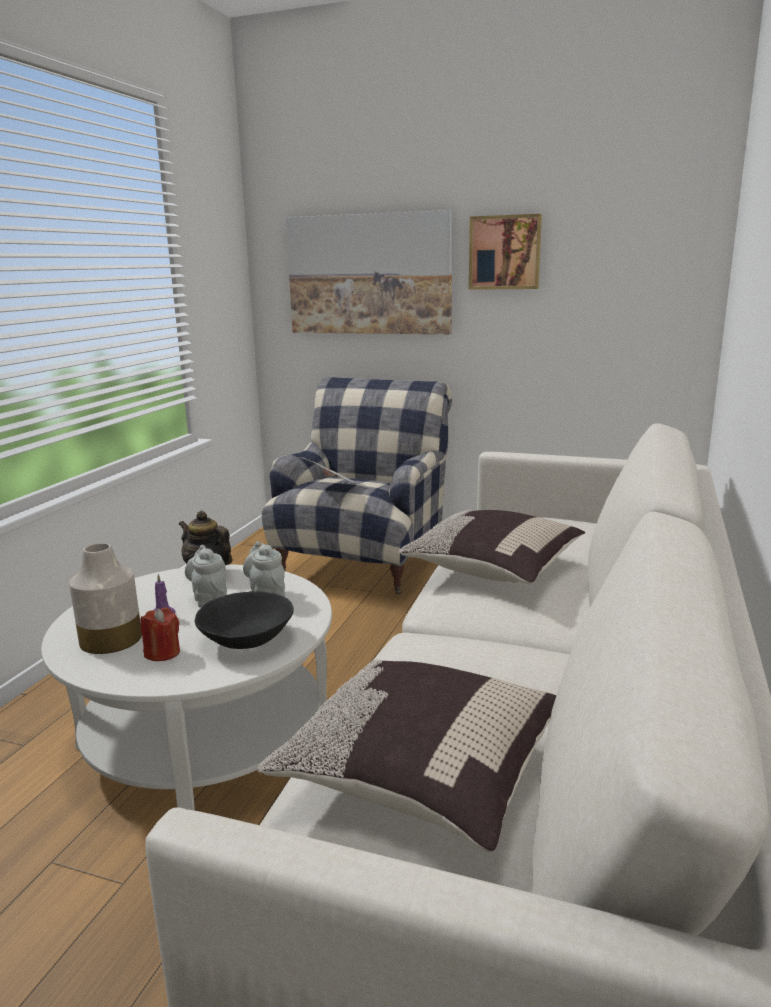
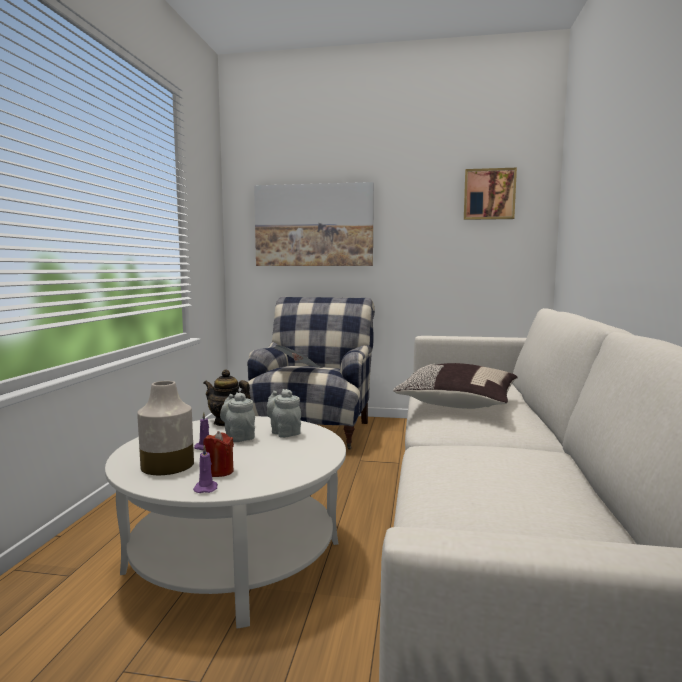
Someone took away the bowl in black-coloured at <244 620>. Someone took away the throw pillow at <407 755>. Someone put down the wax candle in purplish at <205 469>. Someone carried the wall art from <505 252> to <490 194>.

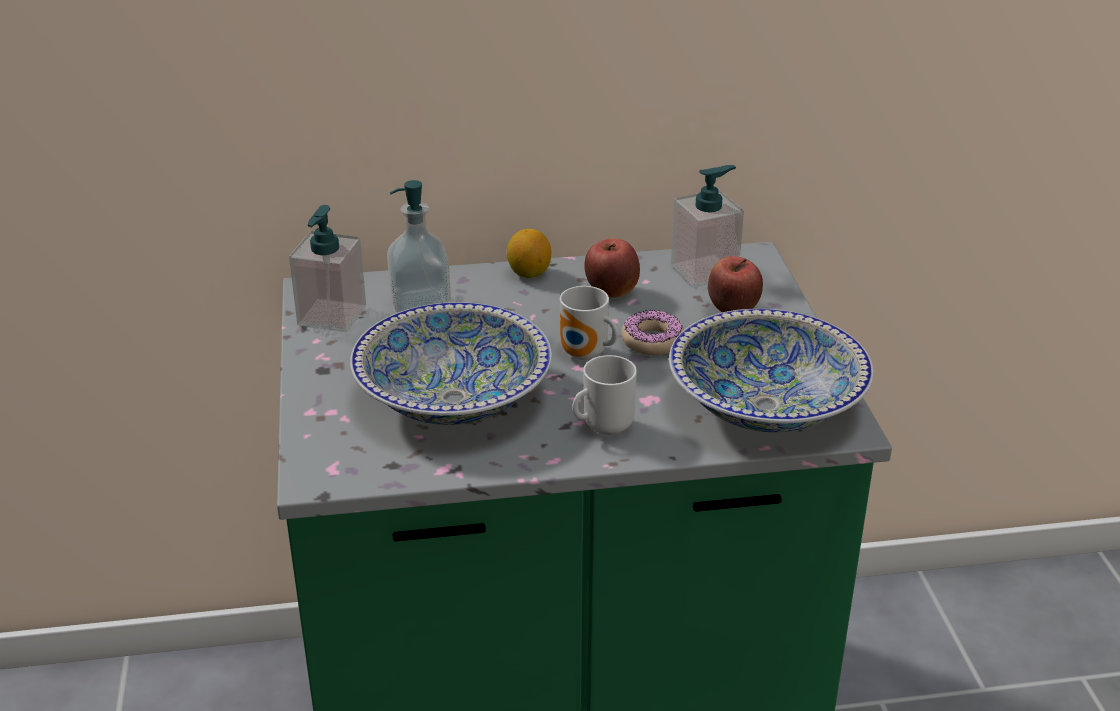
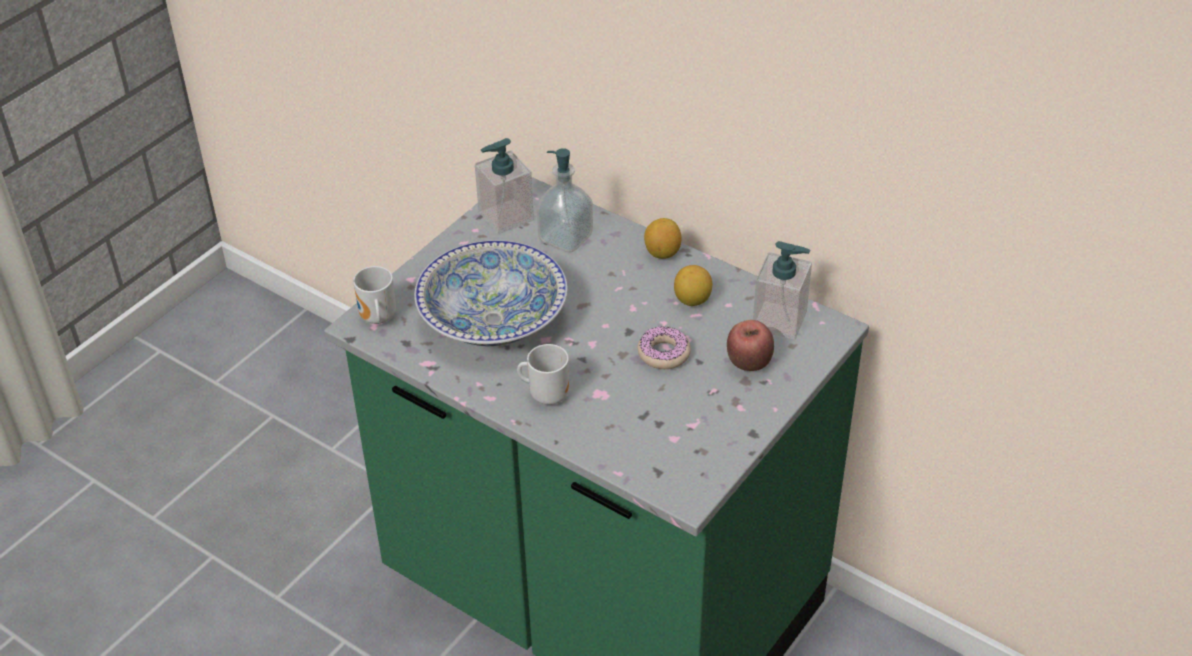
Someone took away the bowl at <771 371>. Someone carried the mug from <589 323> to <374 295>. Someone swapped the apple at <612 268> for the lemon at <693 285>.

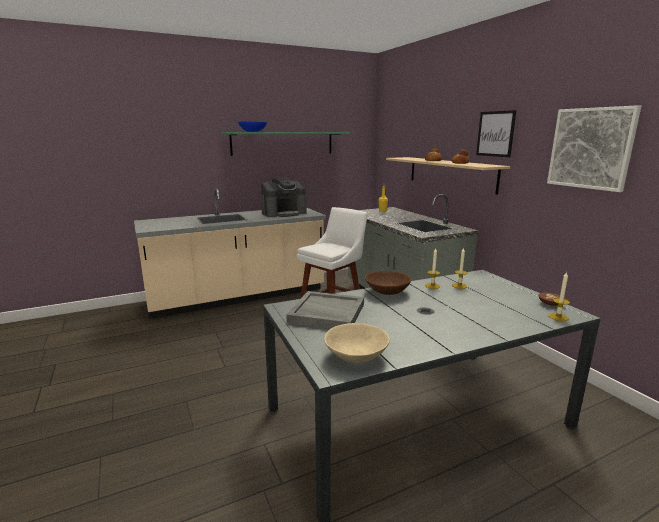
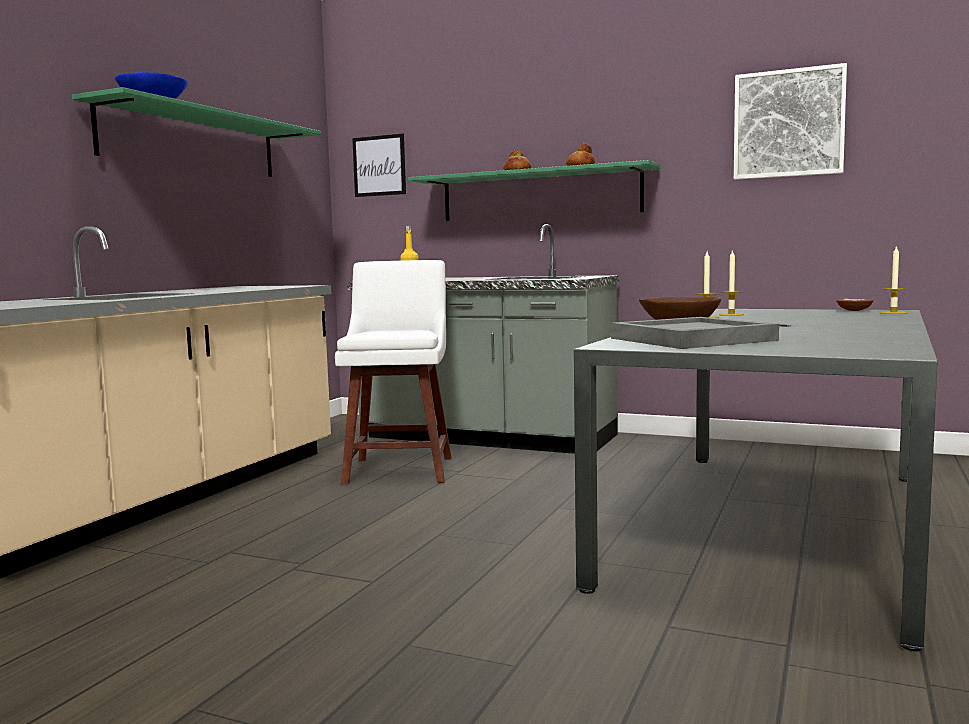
Someone took away the coffee machine at <284 197>. Someone took away the bowl in beige-coloured at <357 343>. Someone carried the wall art from <496 133> to <379 165>. Someone repainted the shelf in beige-coloured at <448 176>, which became the shelf in green at <534 190>.

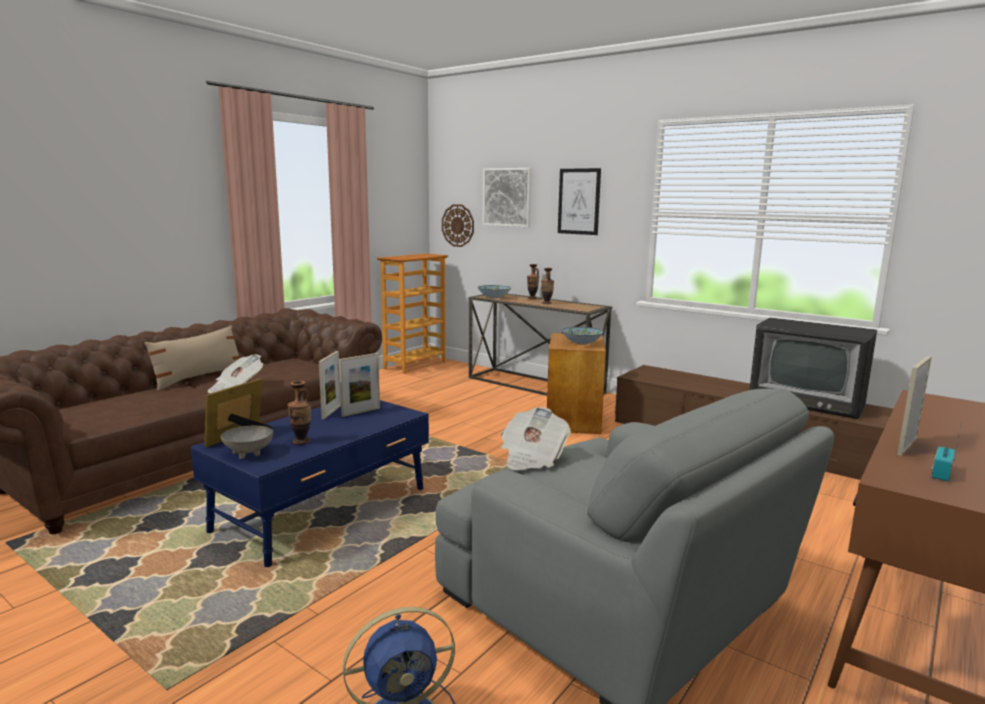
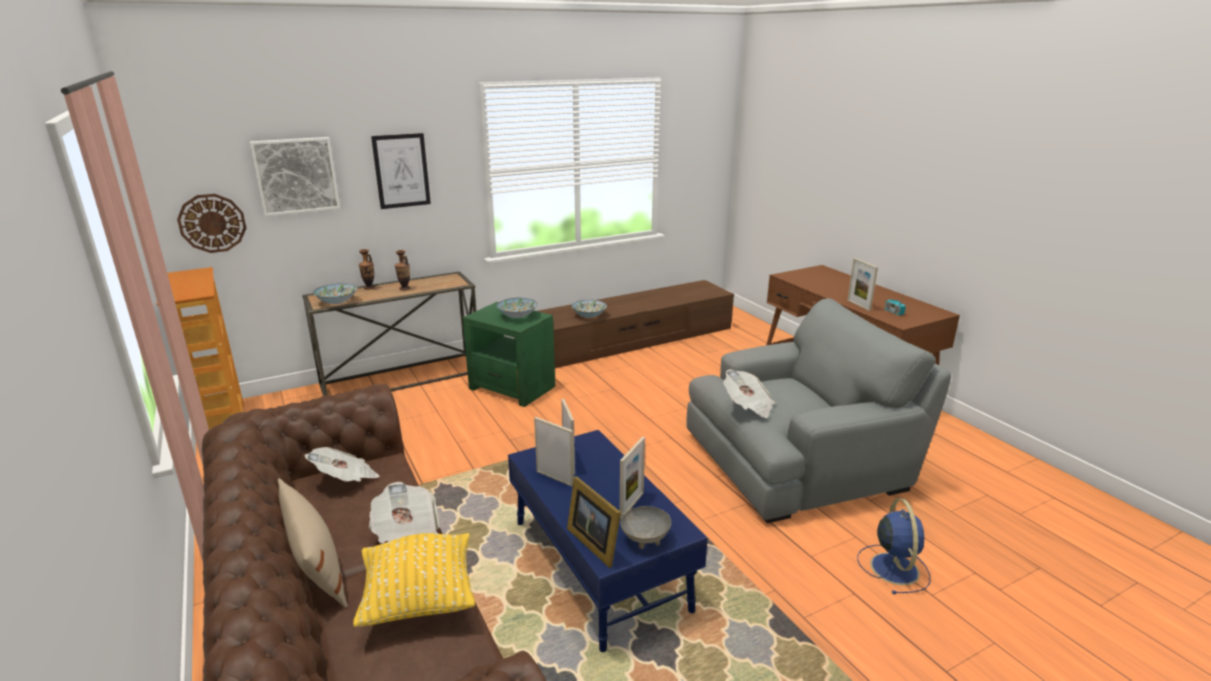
Someone took away the television at <813 368>. Someone put down the daily paper at <341 464>. Someone put down the throw pillow in yellowish at <414 580>. Someone put down the bowl at <589 309>. Someone swapped the flower vase at <299 413> for the picture frame at <632 478>. Someone repainted the side table in brown at <576 383>, which became the side table in green at <509 354>.

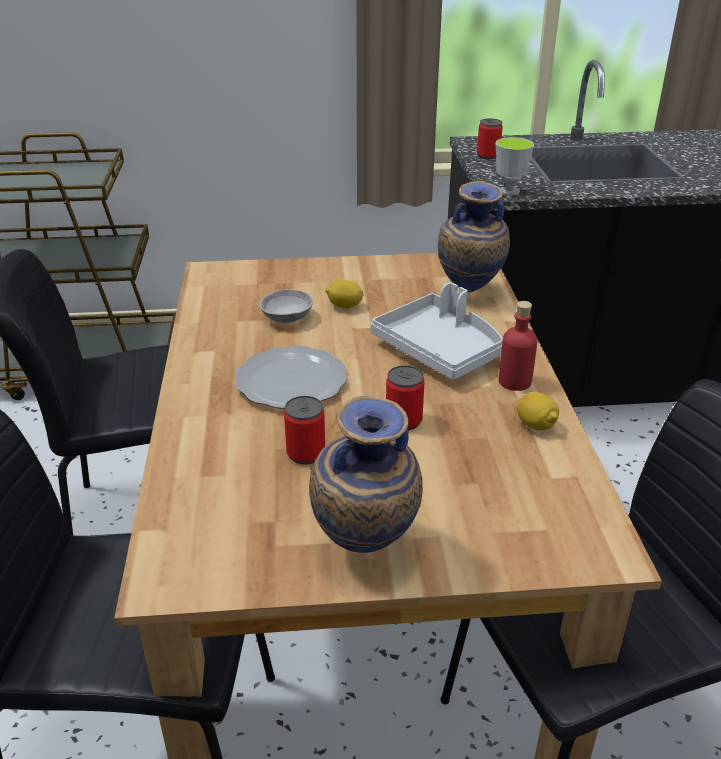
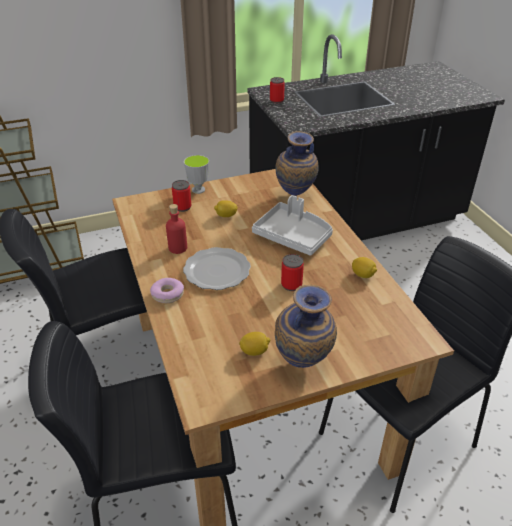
Someone took away the bowl in grey at <286 306>. Someone put down the ring doughnut at <167 290>. Someone put down the lemon at <254 344>. Someone carried the sealed can from <304 430> to <181 196>. Someone carried the drinking cup from <514 166> to <196 174>. Someone carried the drink bottle in red-coloured from <518 346> to <176 229>.

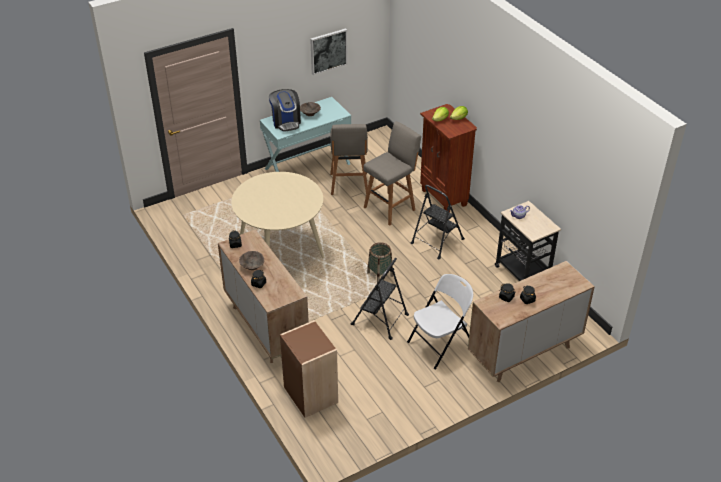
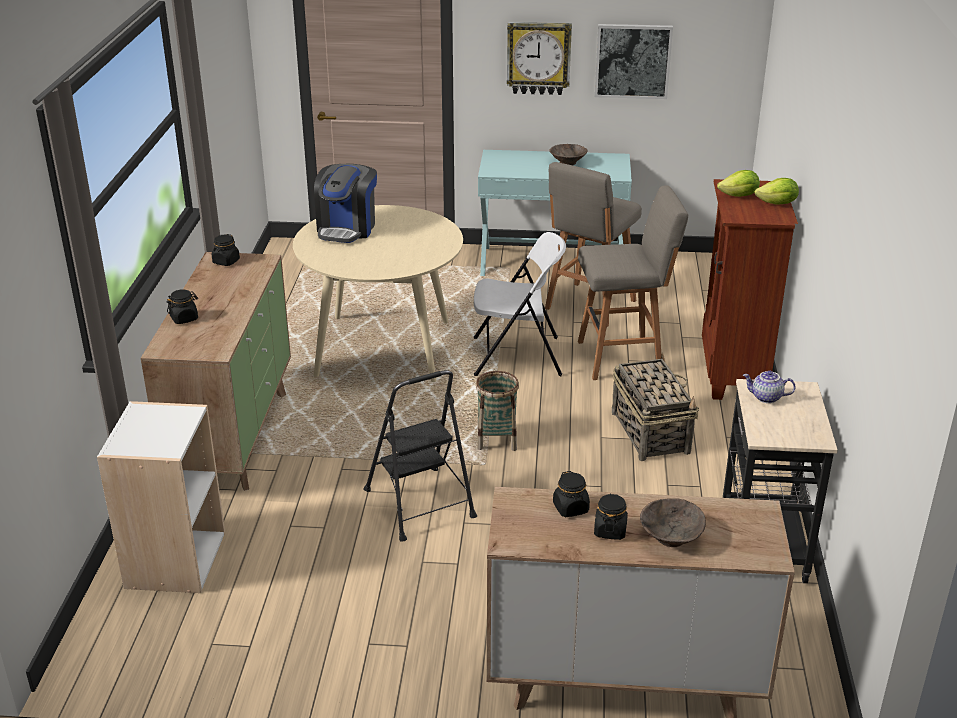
Someone put up the hanging clock at <539 58>. Someone carried the bowl in brown from <251 260> to <673 522>. Someone carried the coffee machine from <285 110> to <345 203>. Someone carried the chair in whitish from <440 322> to <520 304>. Someone swapped the stepladder in black-coloured at <438 222> for the household basket at <655 407>. Someone repainted the bookcase in brown at <309 369>, which became the bookcase in whitish at <161 497>.

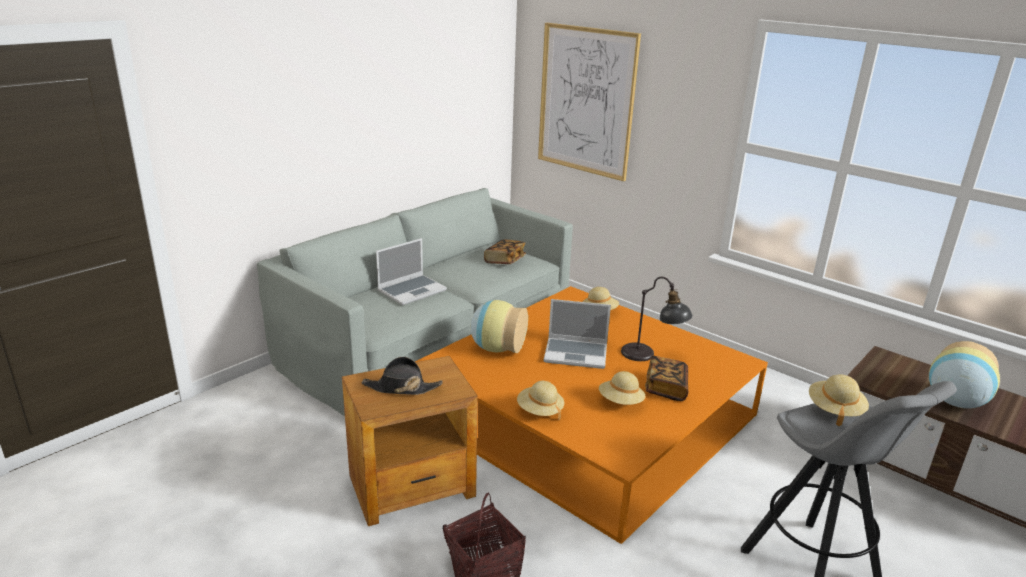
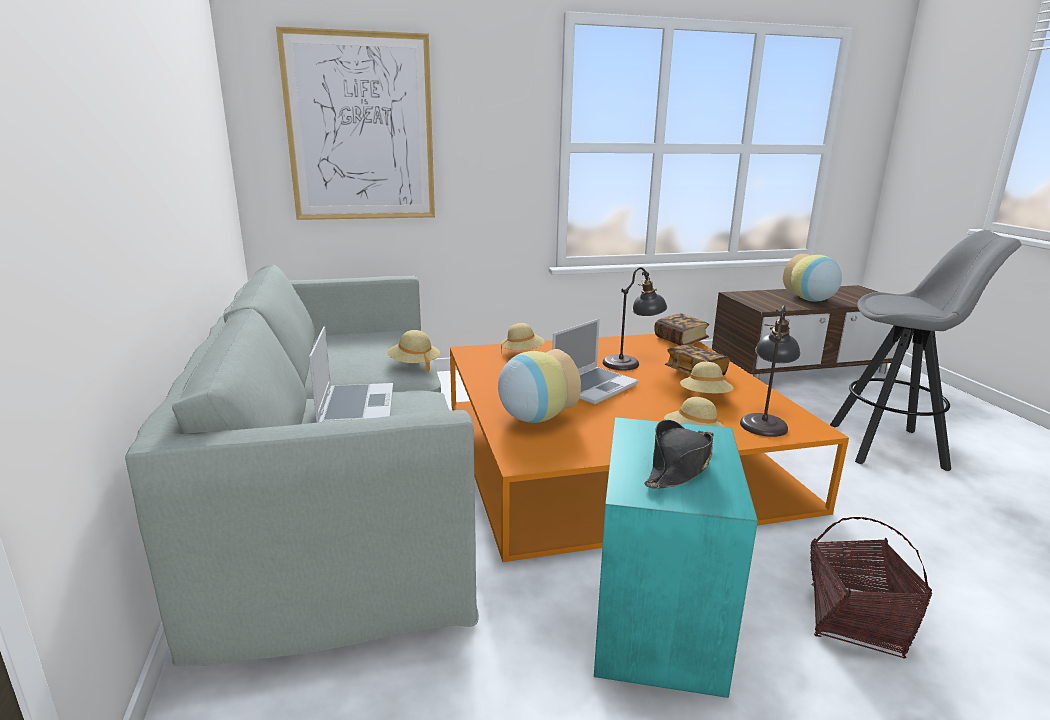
Someone put down the lamp for a table in grey at <770 371>. Someone carried the volume from <505 251> to <681 329>. Someone carried the clothing hat in beige-coloured from <839 400> to <413 351>. Someone repainted the side table in brown at <410 441>, which became the side table in turquoise at <676 557>.

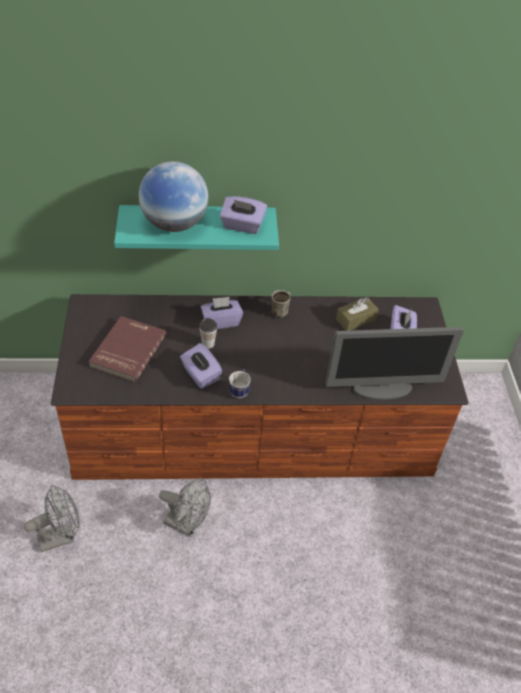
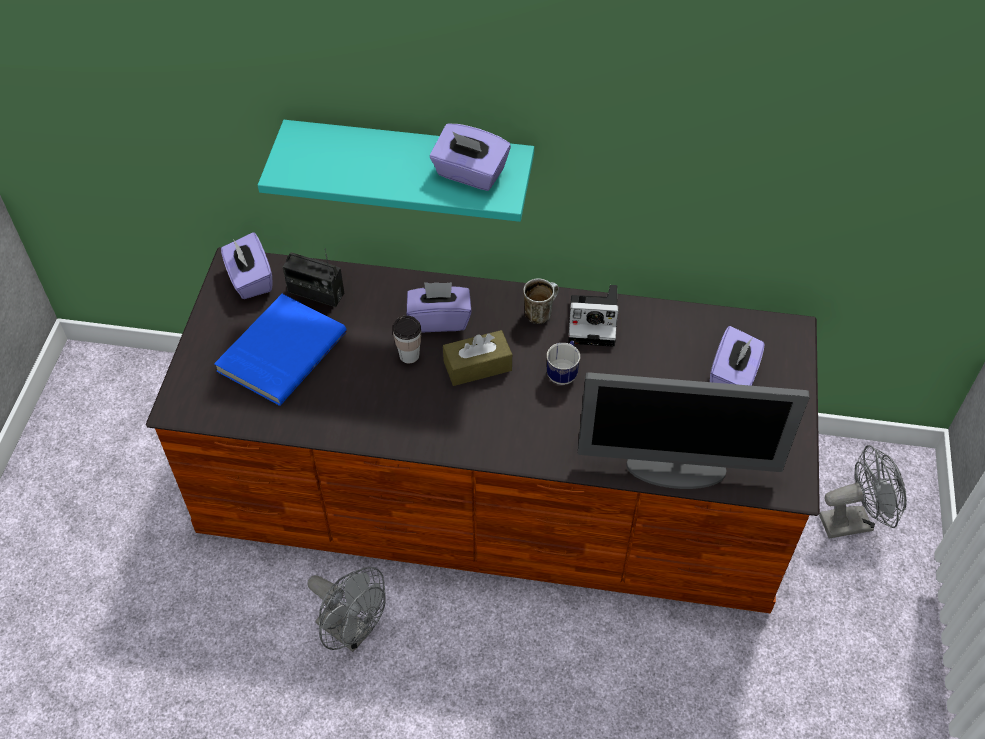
Someone took away the globe at <173 196>. Someone put down the radio receiver at <313 277>. Someone put down the photo camera at <593 316>. Someone carried the electric fan in grey from <52 518> to <863 492>. Someone carried the box of tissues in purplish from <201 366> to <247 265>. Someone carried the mug from <240 383> to <563 363>. Someone carried the box of tissues in brown from <357 314> to <477 358>. Someone repainted the volume in red-coloured at <127 349>, which became the volume in bluish at <280 350>.

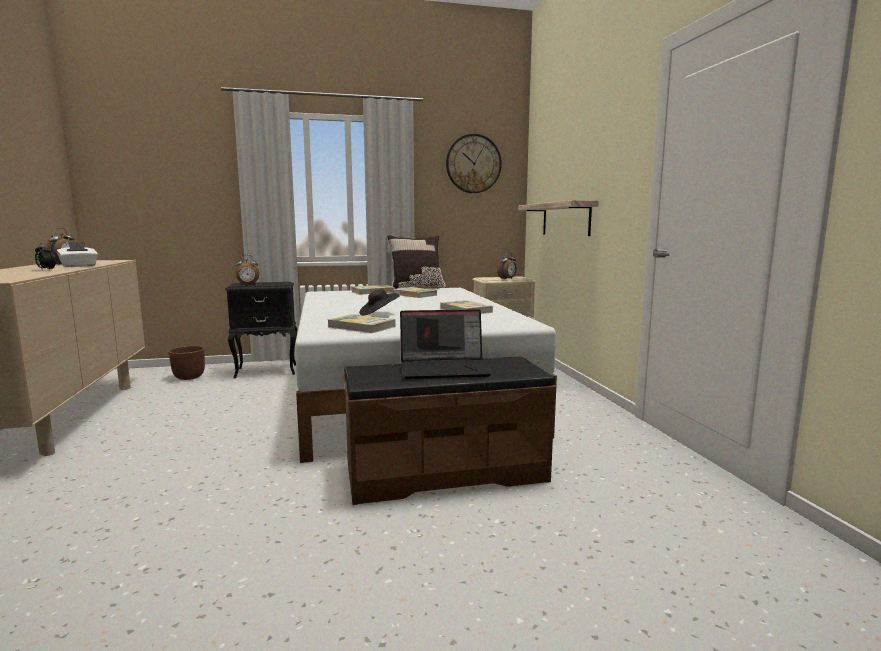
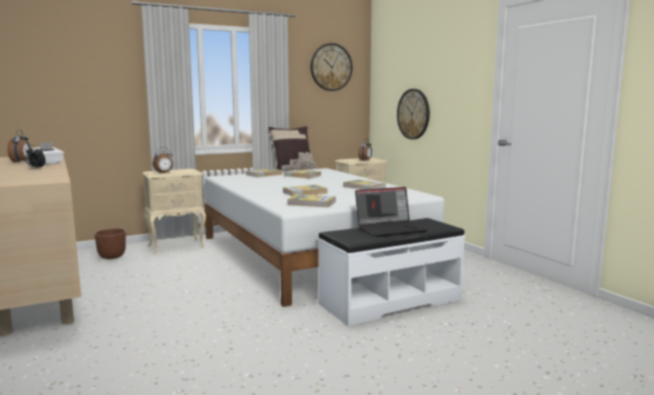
Someone swapped the clothing hat in black-coloured at <379 302> for the volume at <305 190>. Someone swapped the shelf at <558 218> for the hanging clock at <413 114>. Someone repainted the night table in black-coloured at <261 330>, which became the night table in beige-coloured at <174 211>. Someone repainted the bench in brown at <450 430>, which became the bench in whitish at <391 272>.

